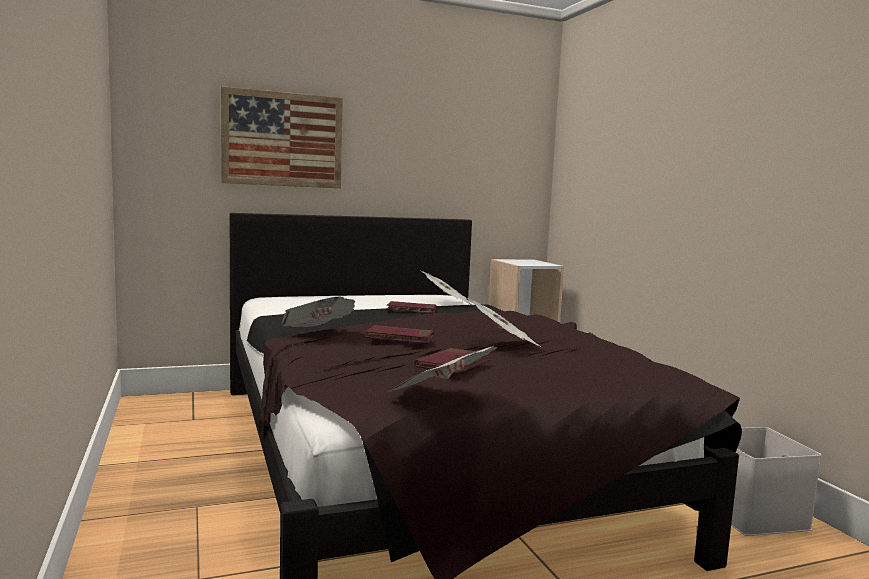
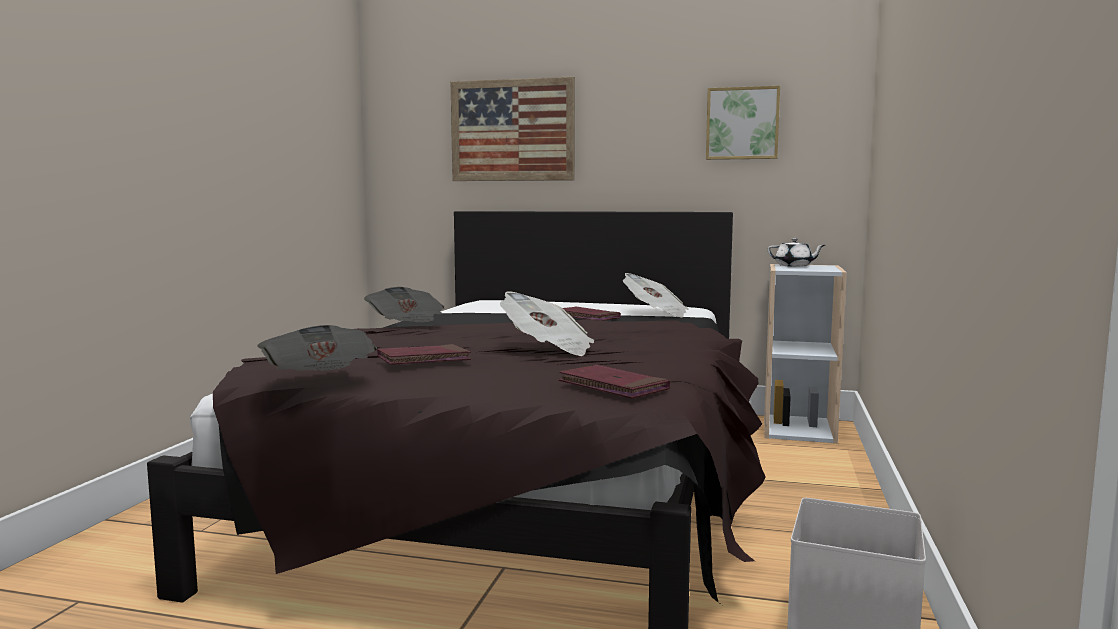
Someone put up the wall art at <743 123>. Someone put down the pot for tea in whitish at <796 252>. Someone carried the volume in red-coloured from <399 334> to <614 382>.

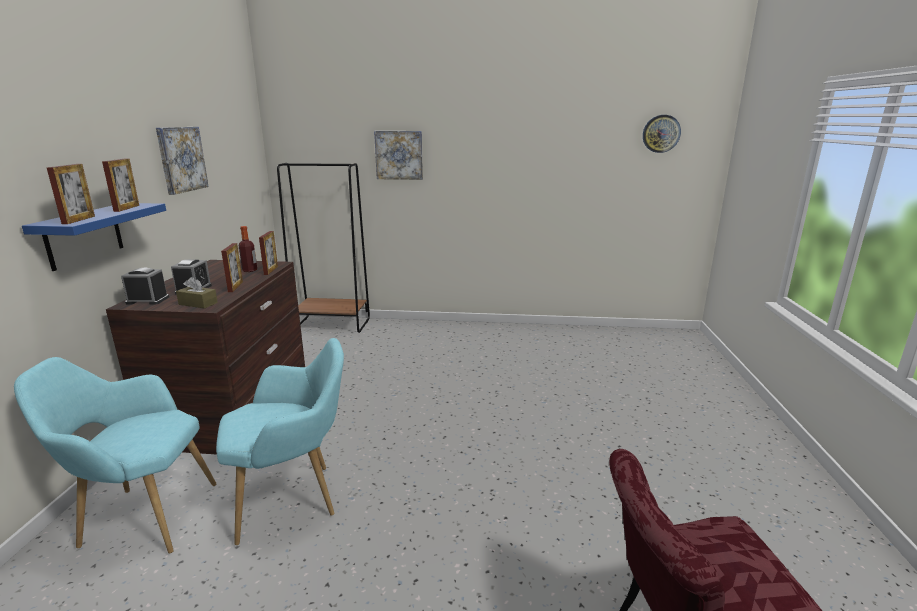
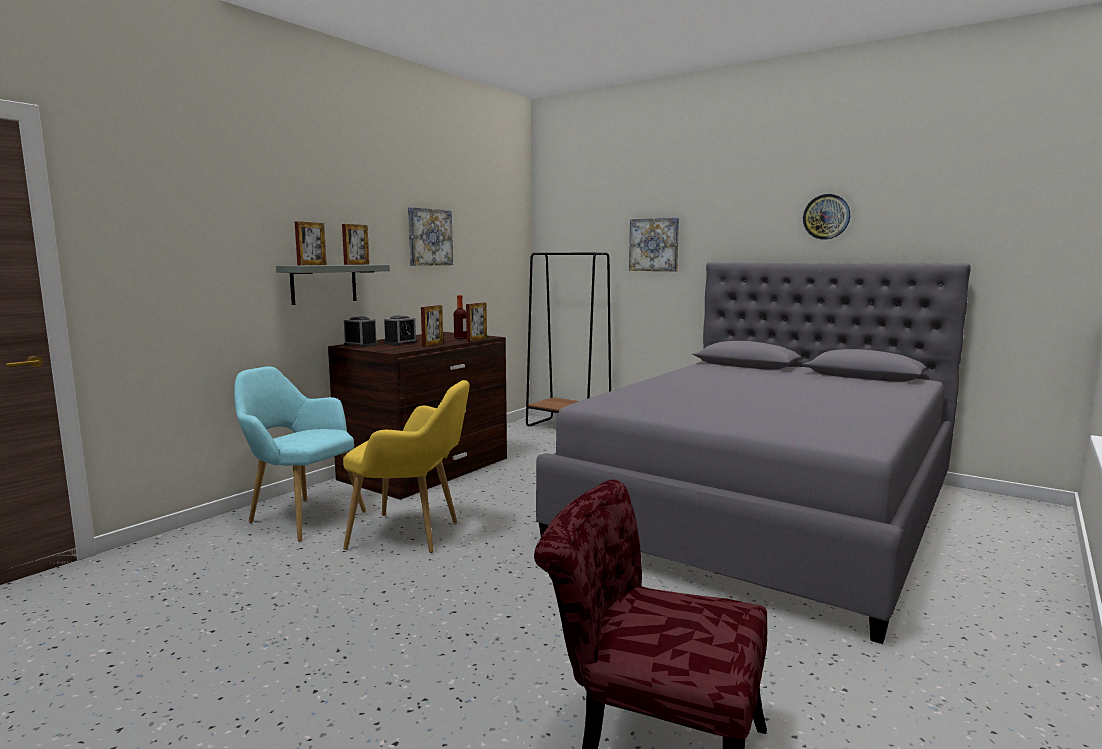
Someone took away the box of tissues in brown at <197 293>. Someone put down the sleeping bed in grey at <753 453>. Someone carried the hanging clock from <662 134> to <826 216>. Someone repainted the shelf in bluish at <94 237>, which became the shelf in grey at <333 285>. Someone repainted the armchair in turquoise at <280 441>, which became the armchair in yellowish at <406 466>.

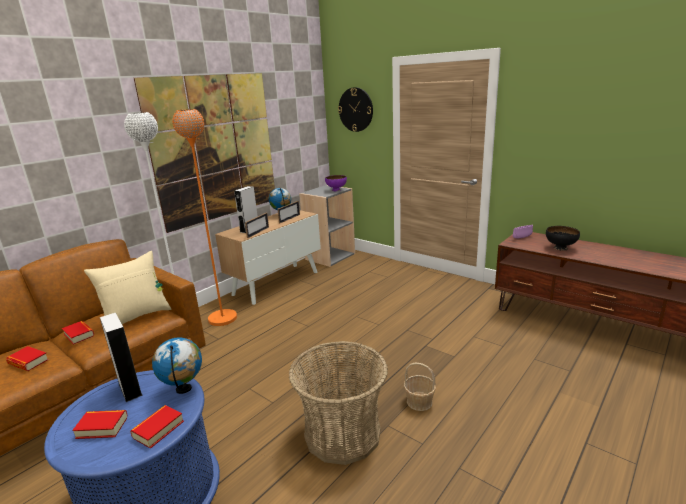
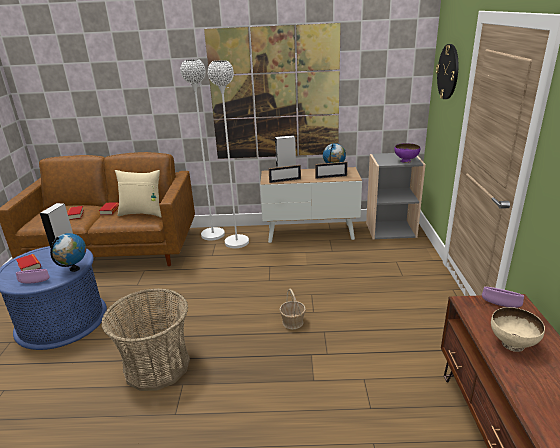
Someone carried the household basket from <420 387> to <292 309>. Someone swapped the volume at <157 427> for the bowl in purplish at <33 276>. Someone repainted the floor lamp in orangey at <204 217>, which became the floor lamp in whitish at <228 154>. Someone repainted the bowl in black-coloured at <563 238>, which became the bowl in beige-coloured at <518 329>.

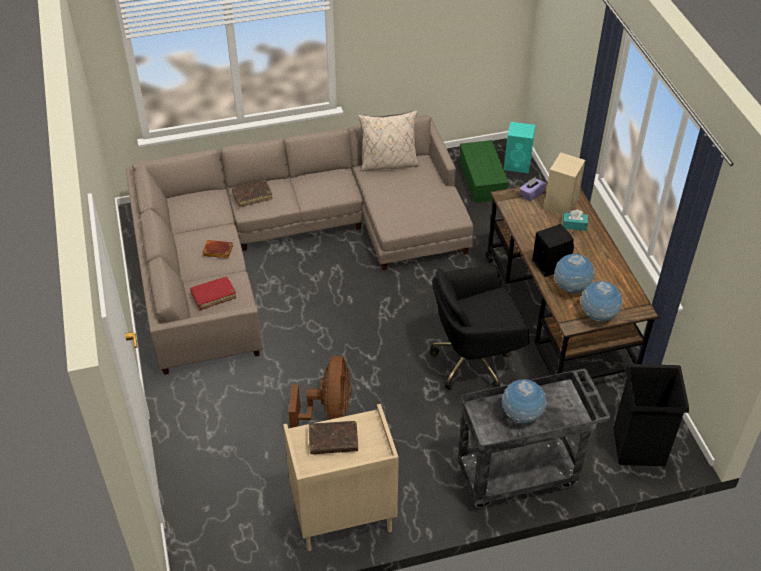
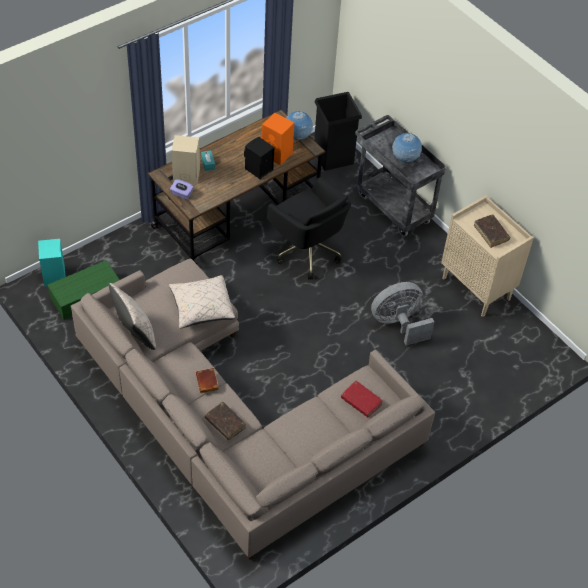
Someone put down the throw pillow in beige-coloured at <202 301>. Someone carried the volume in brown from <217 249> to <207 380>. Someone swapped the globe at <574 273> for the audio speaker in orangey at <278 139>. Someone repainted the electric fan in brown at <319 392>, which became the electric fan in grey at <402 314>.

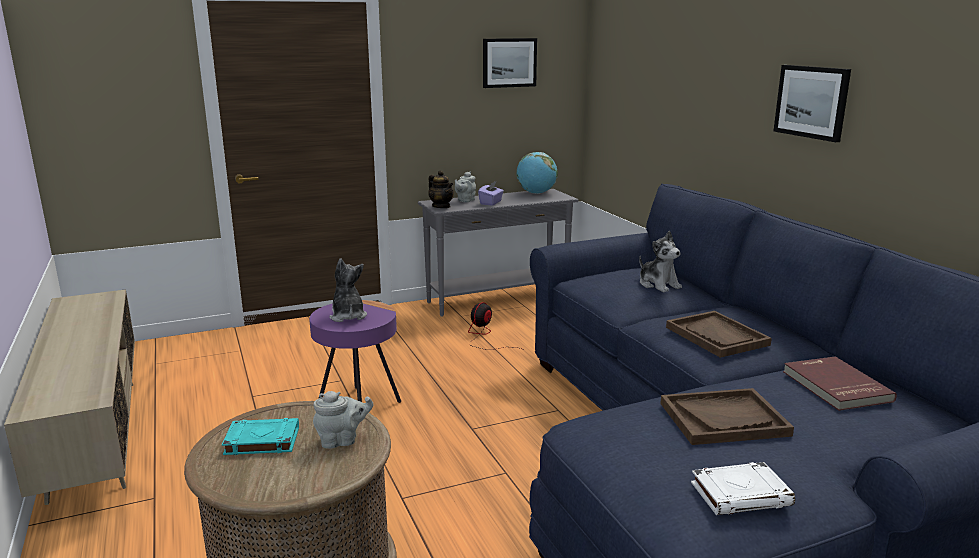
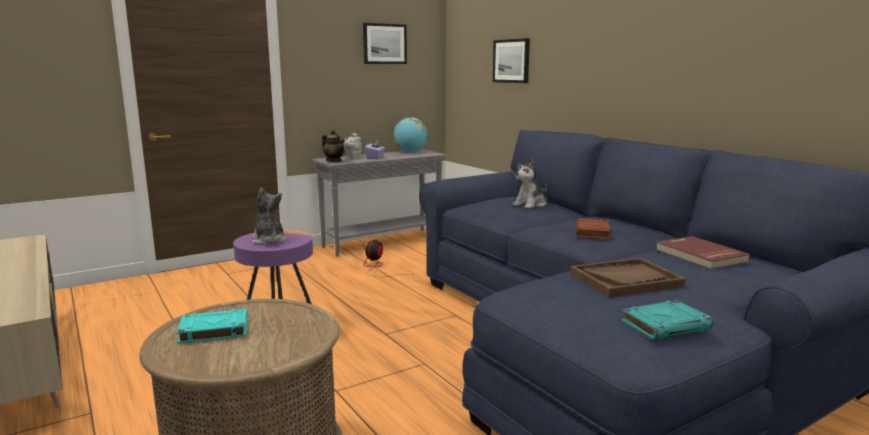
Someone took away the pot for tea in grey at <343 420>. Someone carried the wall art from <812 103> to <511 60>. Someone swapped the serving tray in brown at <719 334> for the volume in brown at <593 228>. Someone repainted the volume in whitish at <743 488>, which became the volume in turquoise at <667 320>. Someone rotated the soft toy at <660 261> by 90 degrees clockwise.

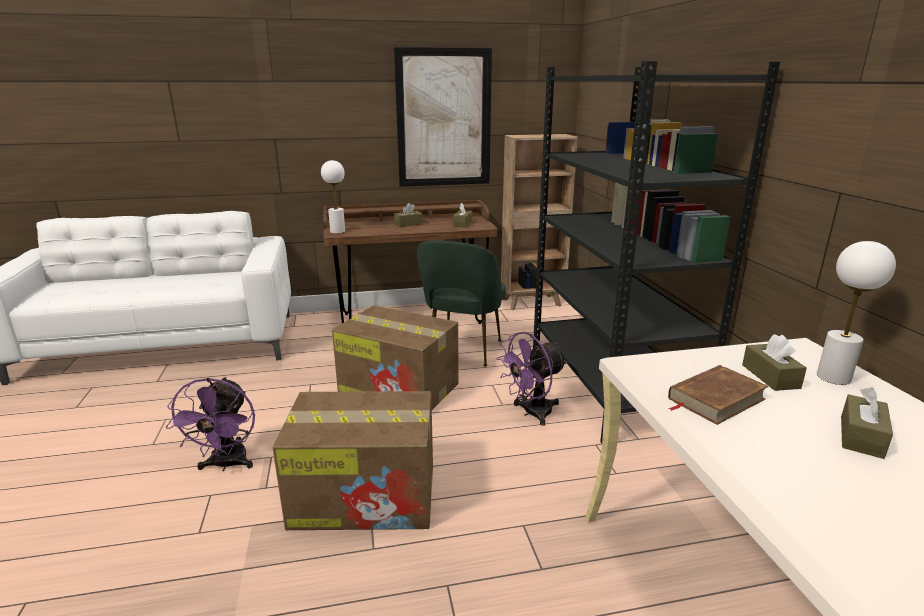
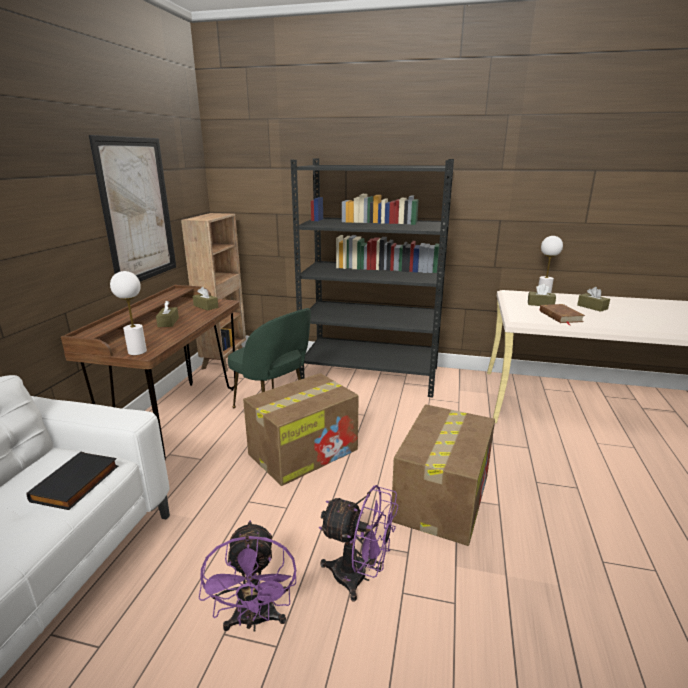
Someone put down the volume in black-coloured at <72 481>. Someone carried the electric fan in purplish from <531 379> to <247 576>.

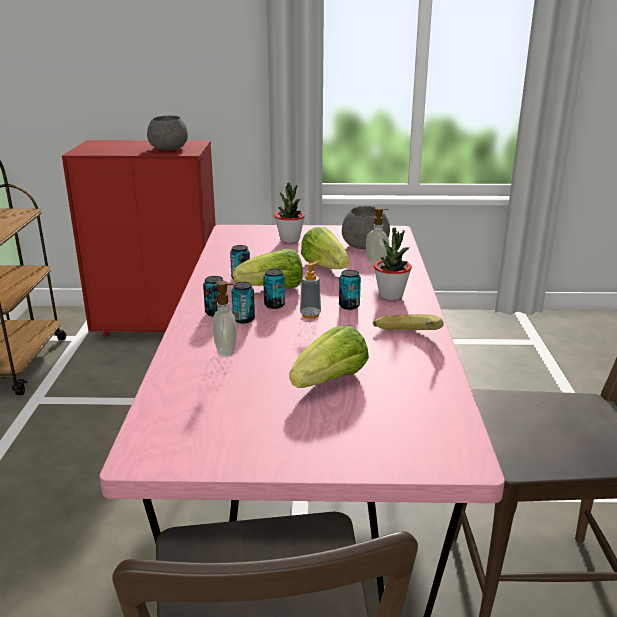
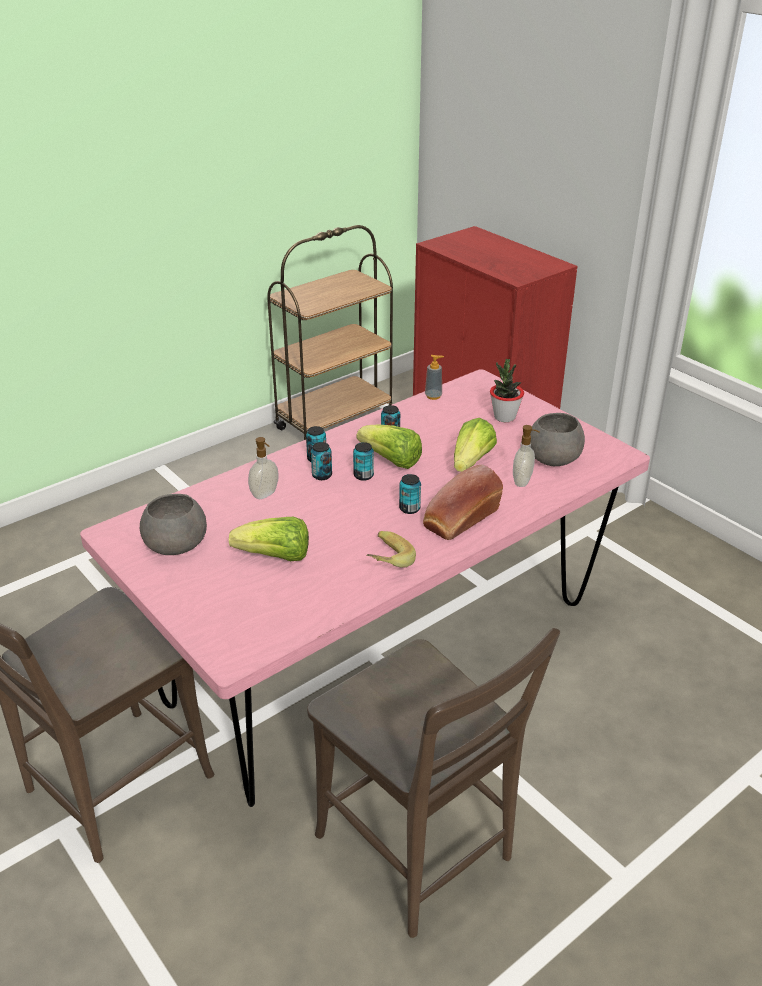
Someone carried the bowl in grey from <167 133> to <173 524>. Someone carried the liquid soap bottle from <310 290> to <434 377>. Someone swapped the houseplant at <393 263> for the bread at <463 502>.

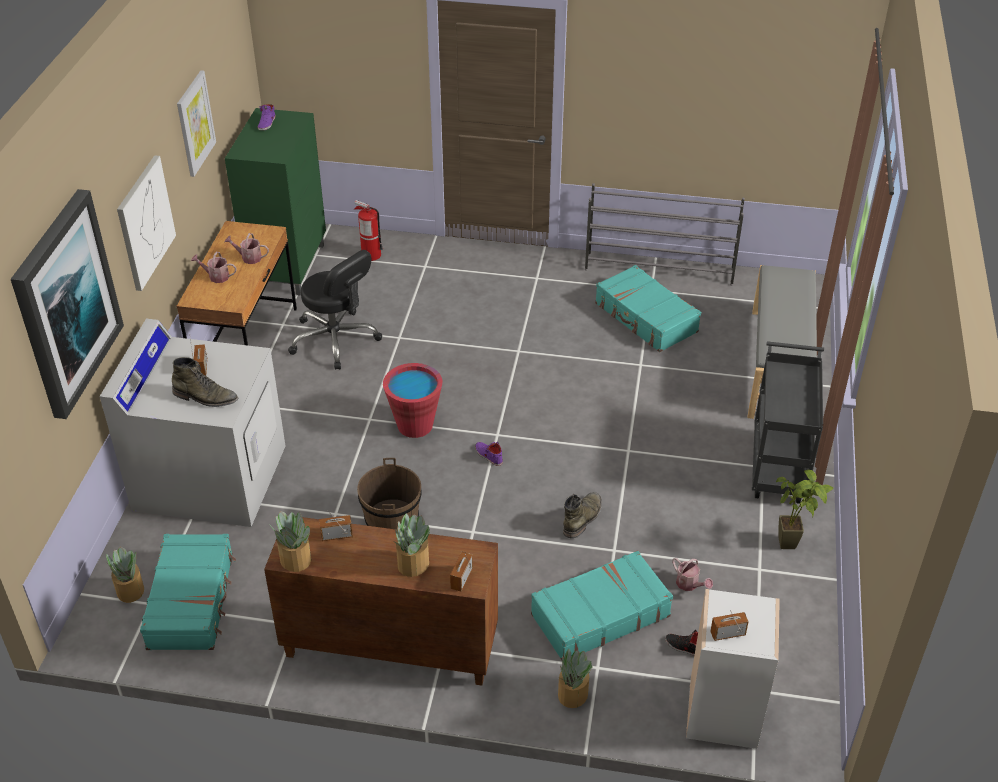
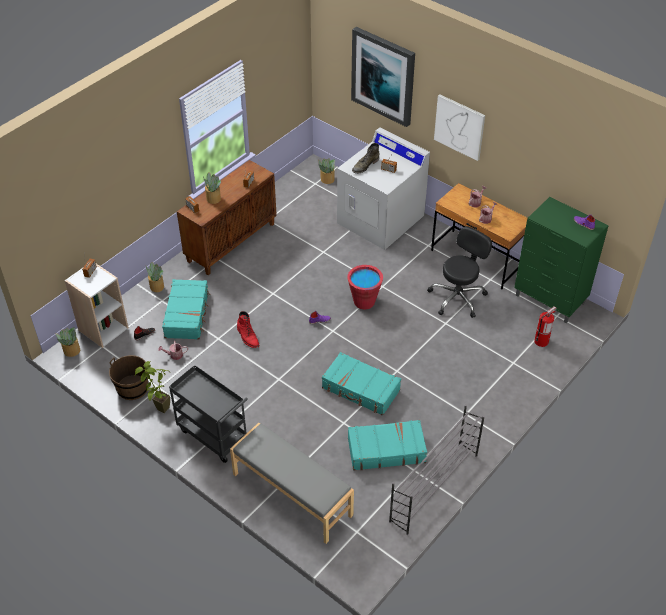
Someone took away the wall art at <196 123>. Someone carried the travel case in turquoise from <188 592> to <361 384>. Someone carried the houseplant from <290 541> to <67 342>. Someone carried the bucket in brown from <389 494> to <129 377>. Someone repainted the boot in green at <582 515>, which became the boot in red-coloured at <248 329>. Someone rotated the computer chair in black-coloured at <335 310> by 150 degrees clockwise.

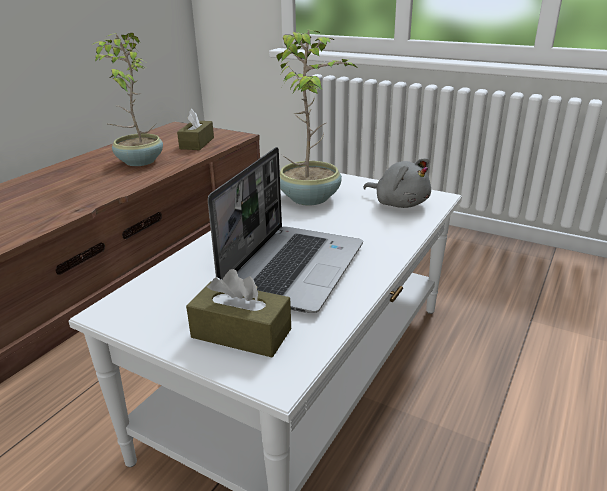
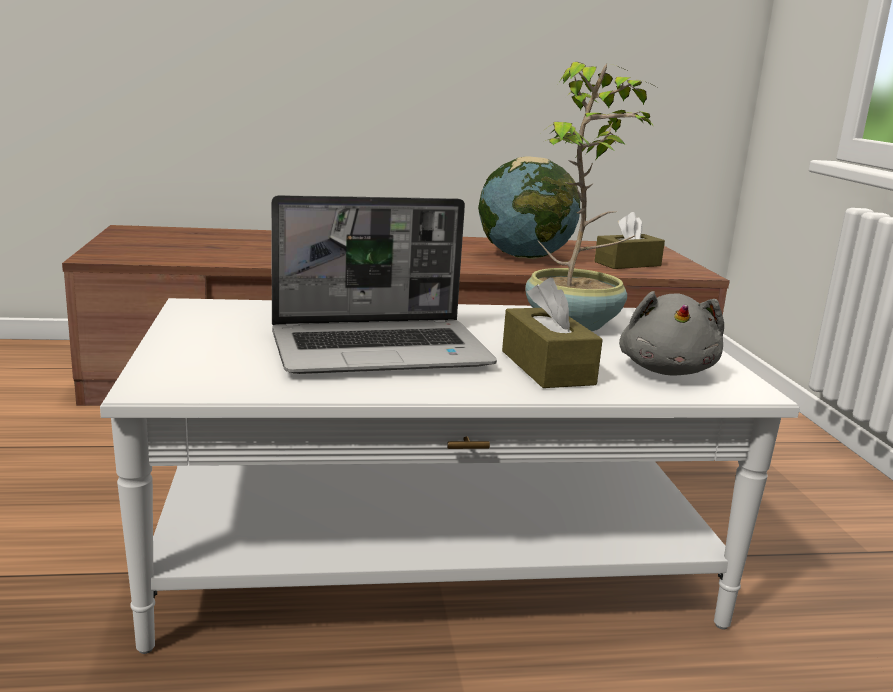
Someone carried the box of tissues in brown from <238 313> to <552 333>. Someone swapped the houseplant at <127 99> for the globe at <529 208>.

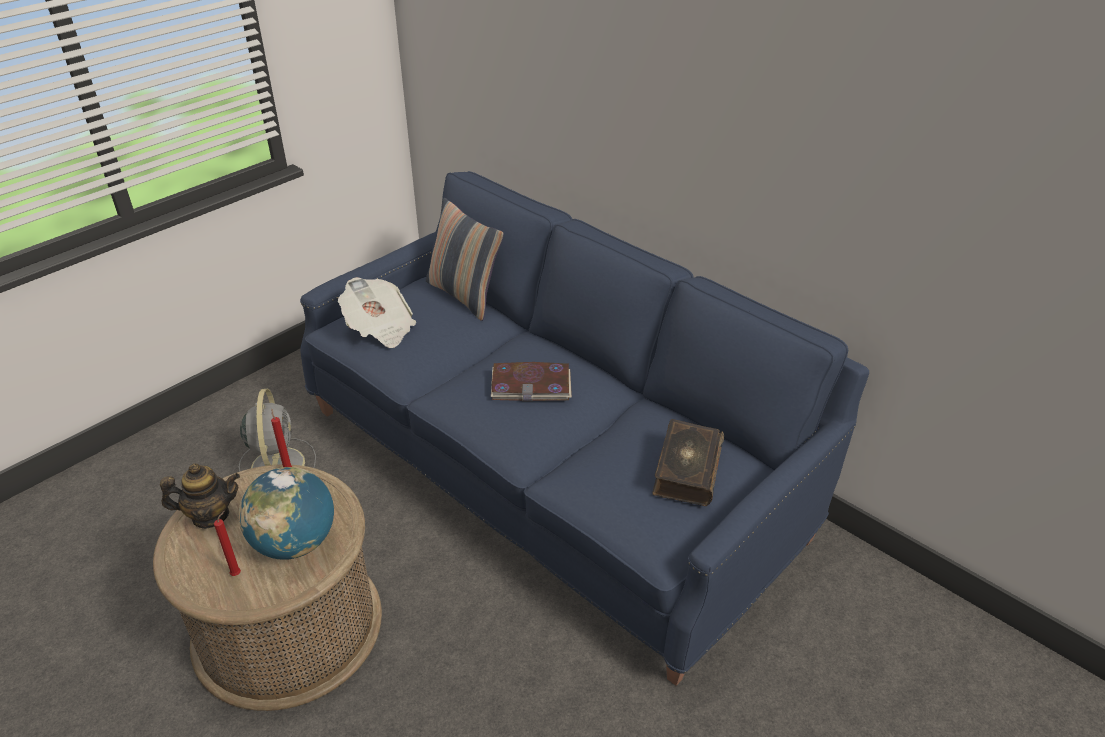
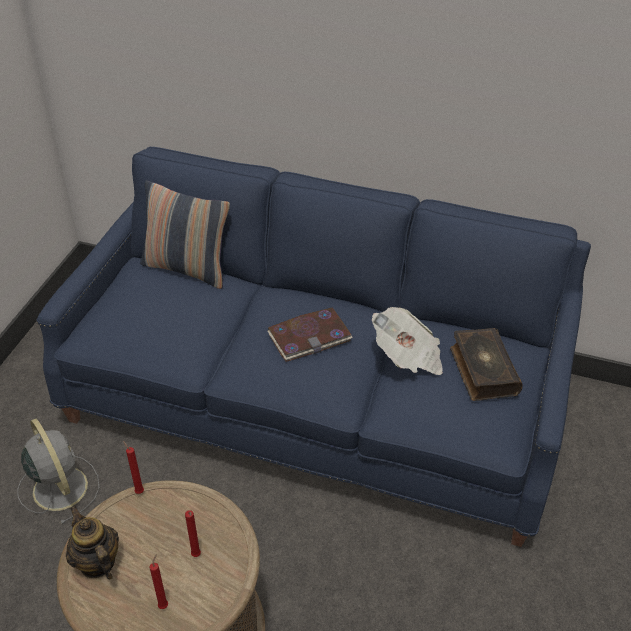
Someone carried the daily paper from <377 312> to <407 341>. Someone swapped the globe at <286 513> for the wax candle in red-coloured at <193 533>. Someone rotated the pot for tea at <200 496> by 90 degrees counterclockwise.

